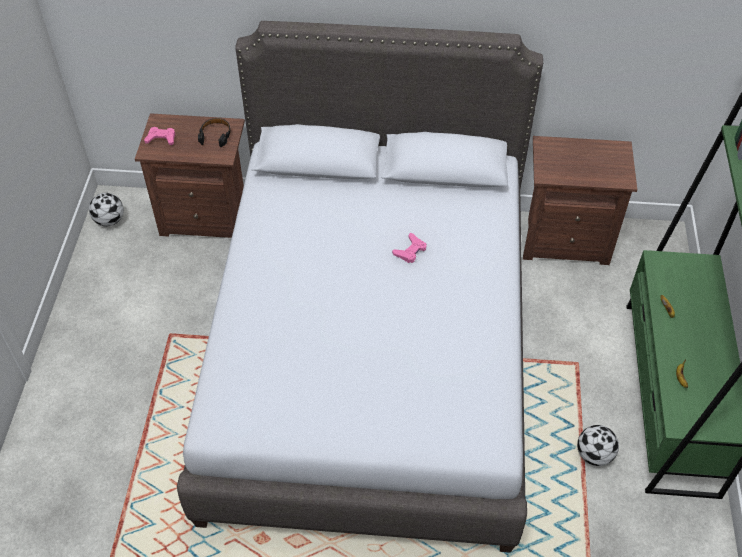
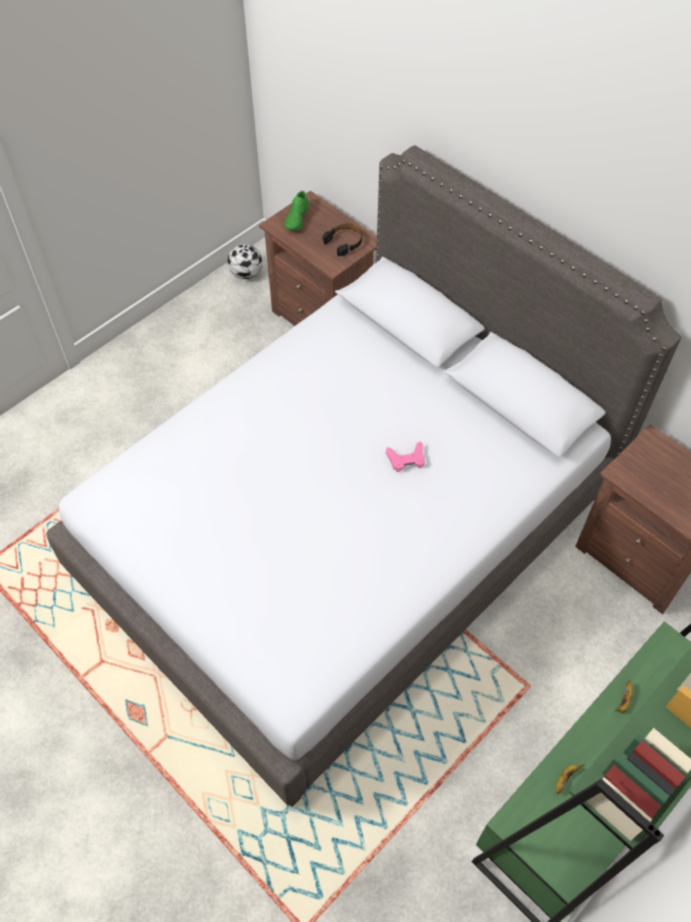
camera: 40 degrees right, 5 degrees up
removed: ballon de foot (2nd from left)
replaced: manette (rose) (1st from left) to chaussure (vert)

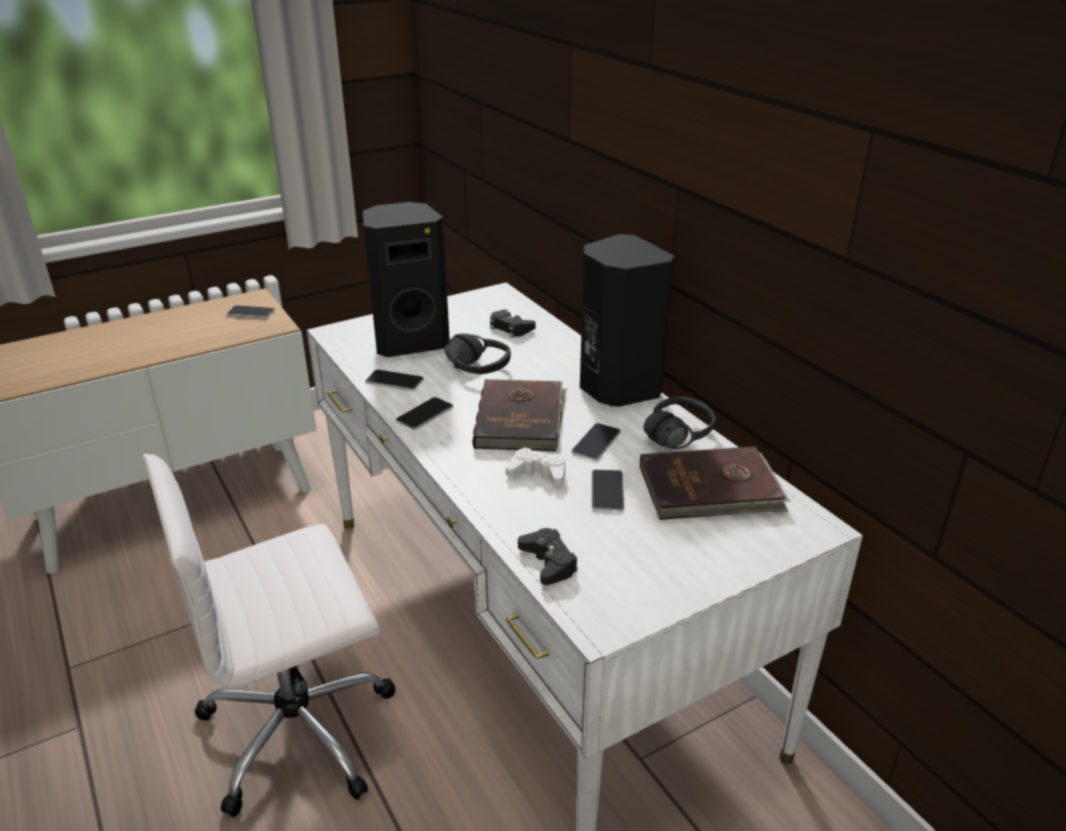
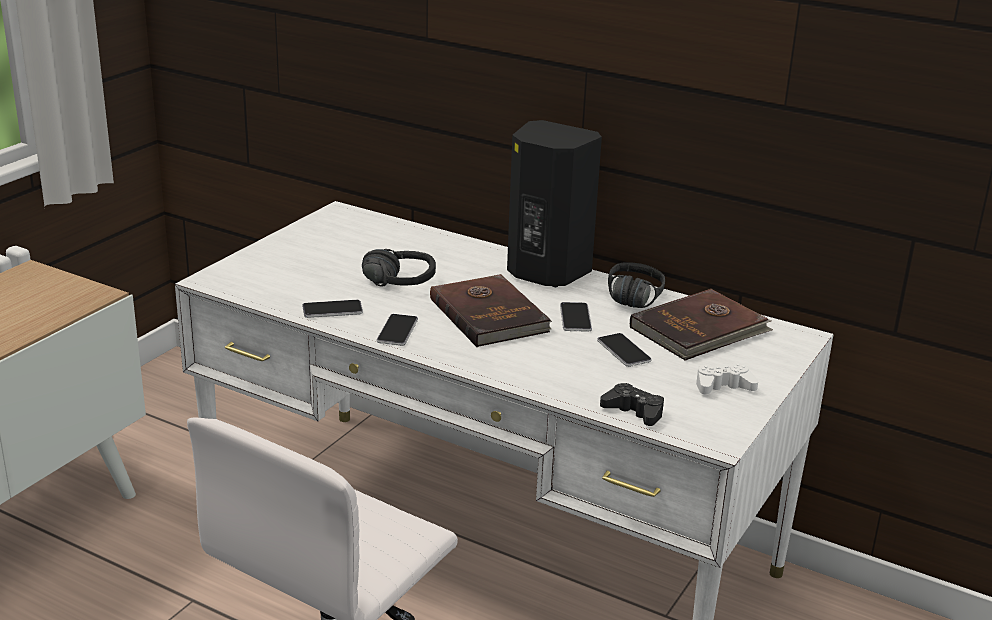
camera: 30 degrees left, 5 degrees down
removed: téléphone (1st from left); enceinte (noir) (1st from left); manette (noir) (1st from left)
moved: manette (blanc)

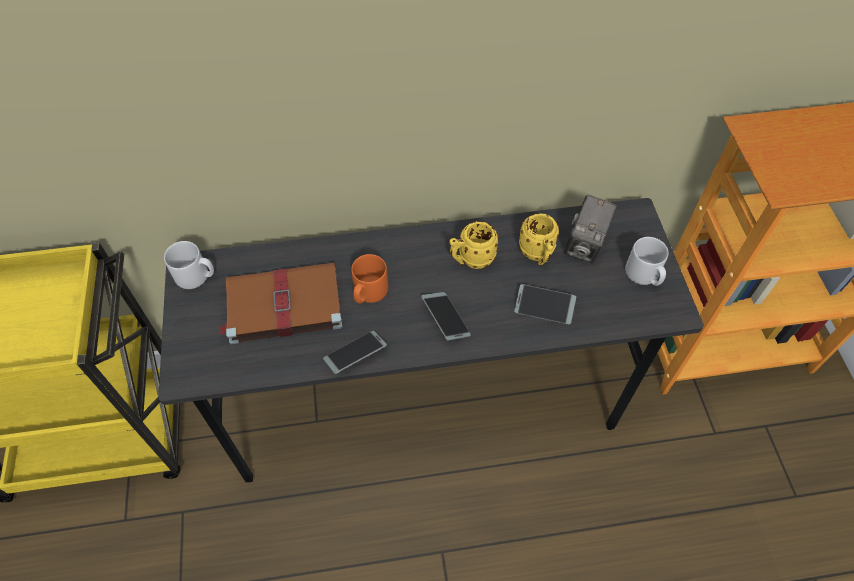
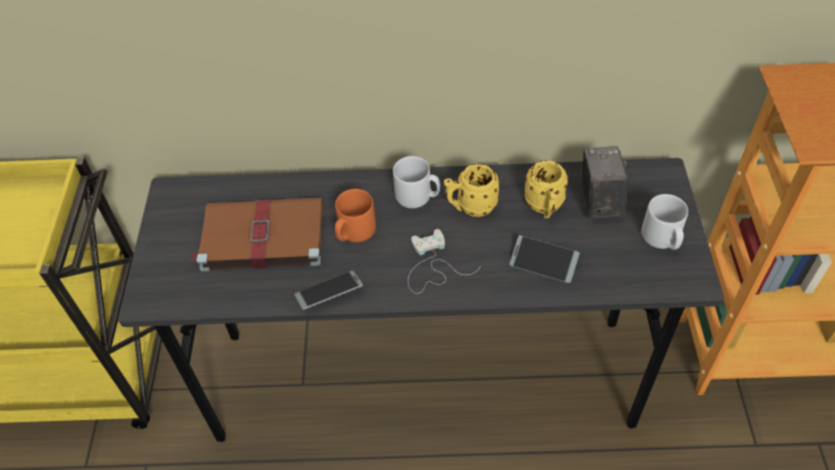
camera: 10 degrees right, 5 degrees down
moved: mug (gris) (1st from left)
replaced: téléphone (2nd from left) to manette (blanc)
turned: appareil photo 150 degrees clockwise

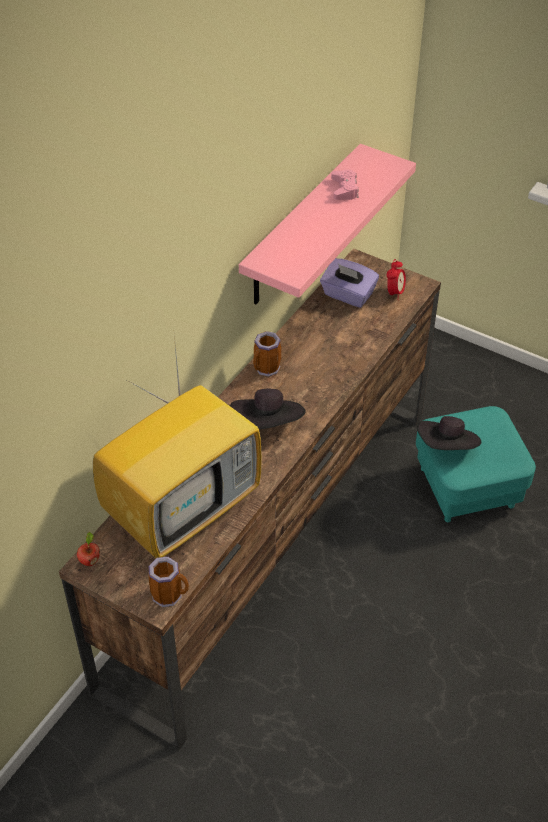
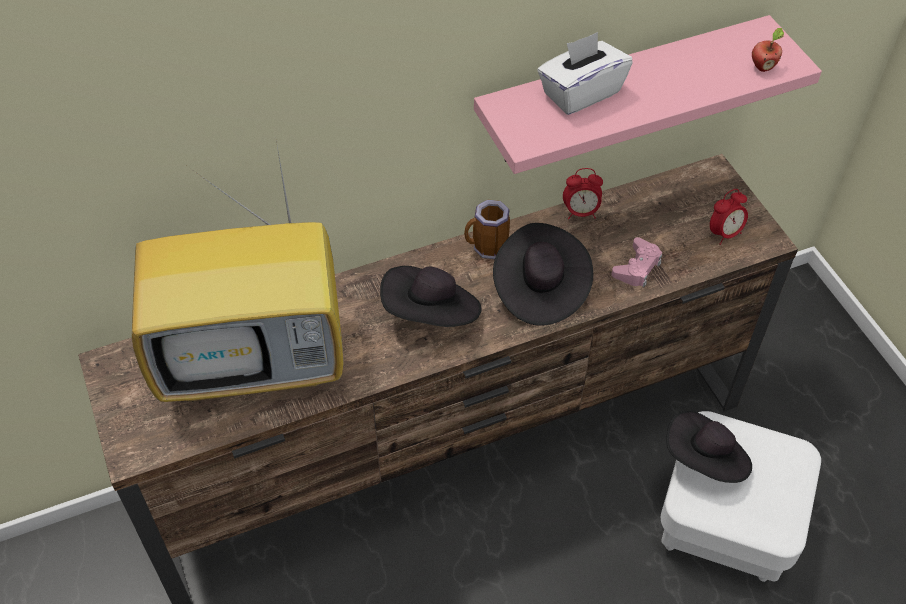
camera: 35 degrees right, 5 degrees up
removed: mug (1st from left); boîte à mouchoirs (violet)
added: chapeau (noir) (2nd from left); boîte à mouchoirs (blanc); réveil (1st from left)
moved: manette (rose); pomme
recoloured: pouf (turquoise) to pouf (blanc)

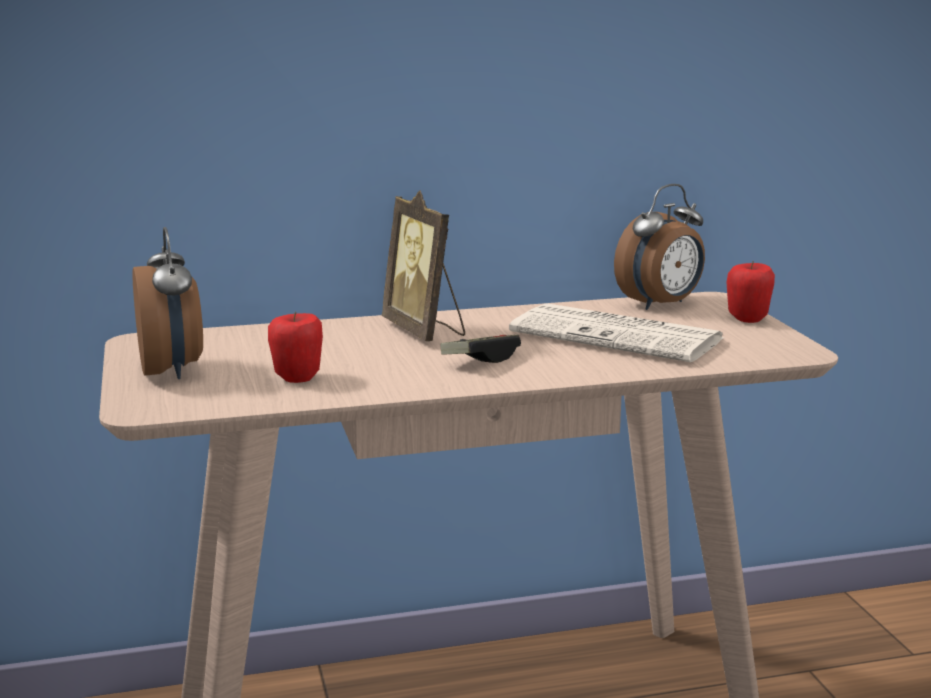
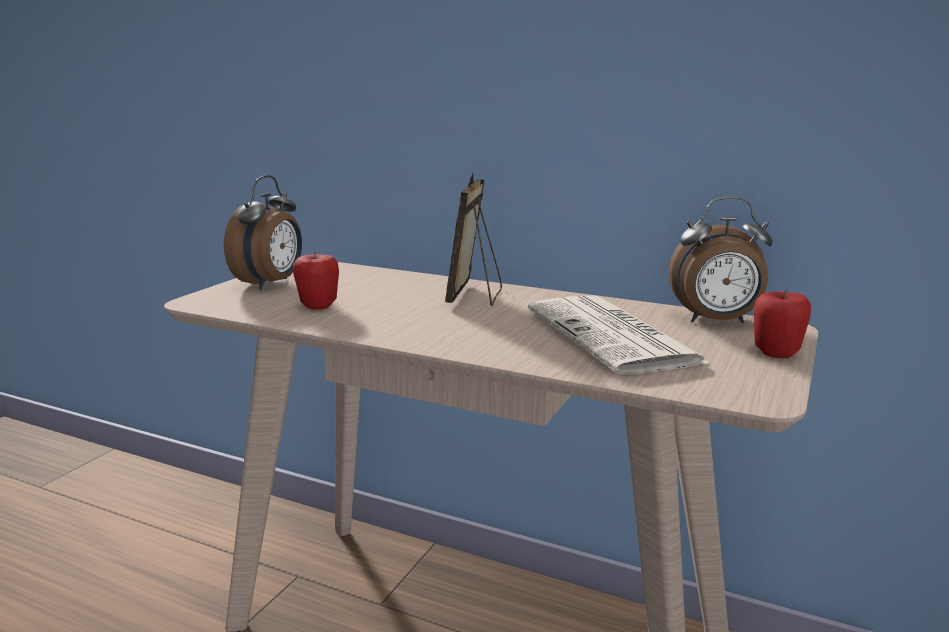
camera: 40 degrees right, 0 degrees up
removed: manette

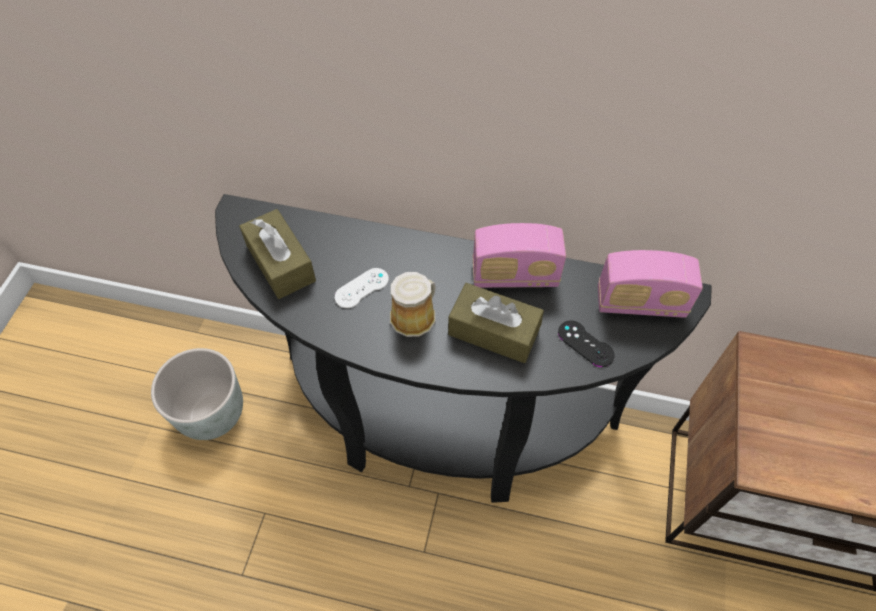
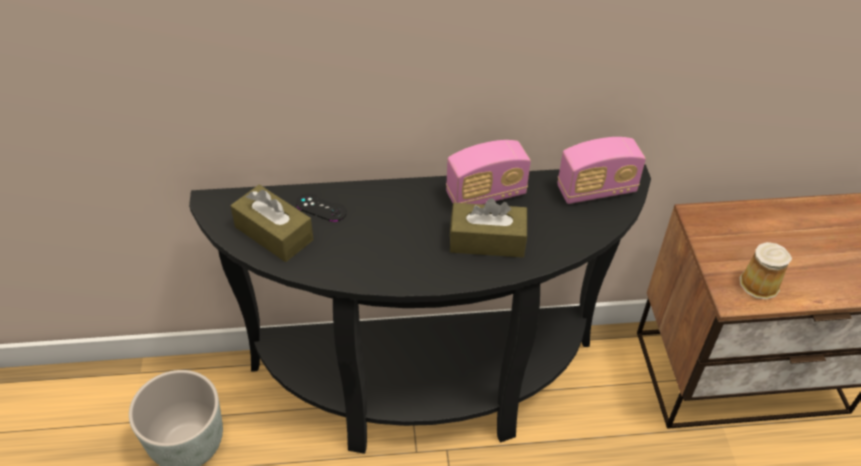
camera: 20 degrees left, 10 degrees down
removed: manette (blanc)
moved: manette (noir); mug

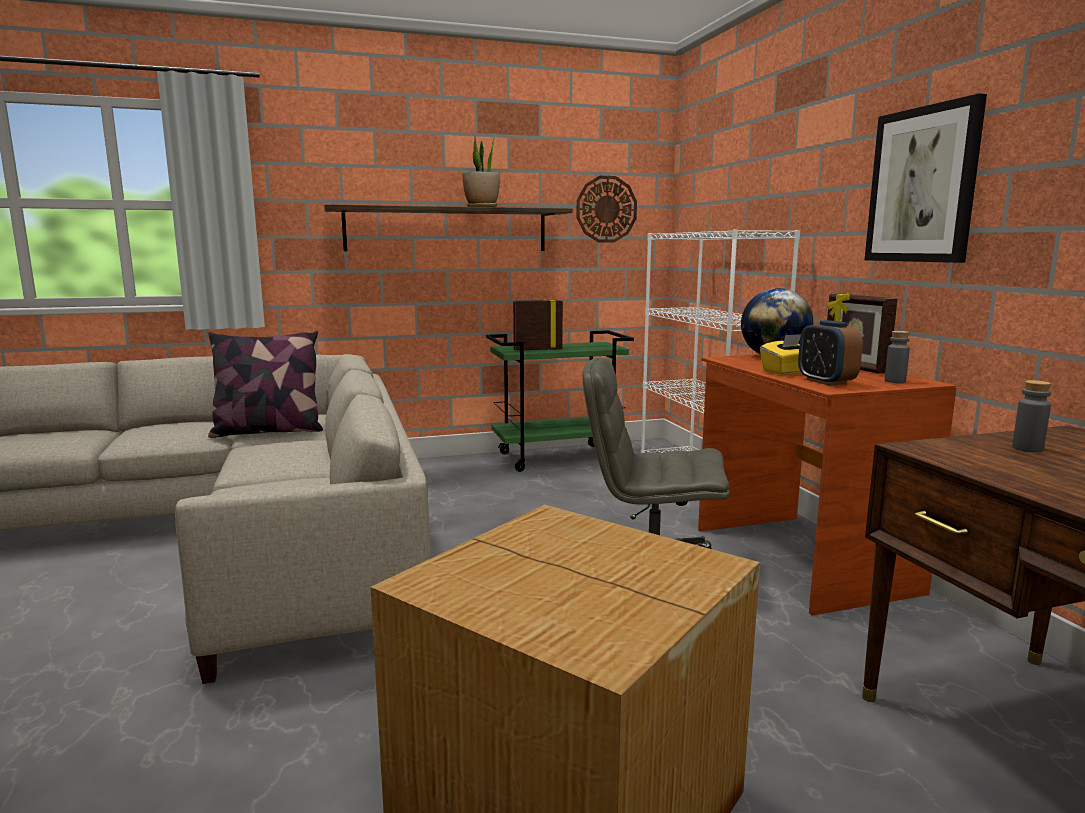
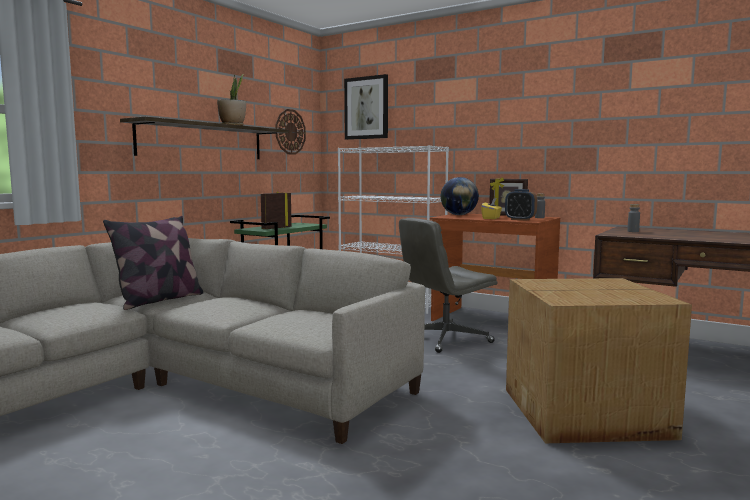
camera: 40 degrees left, 5 degrees down
moved: tableau

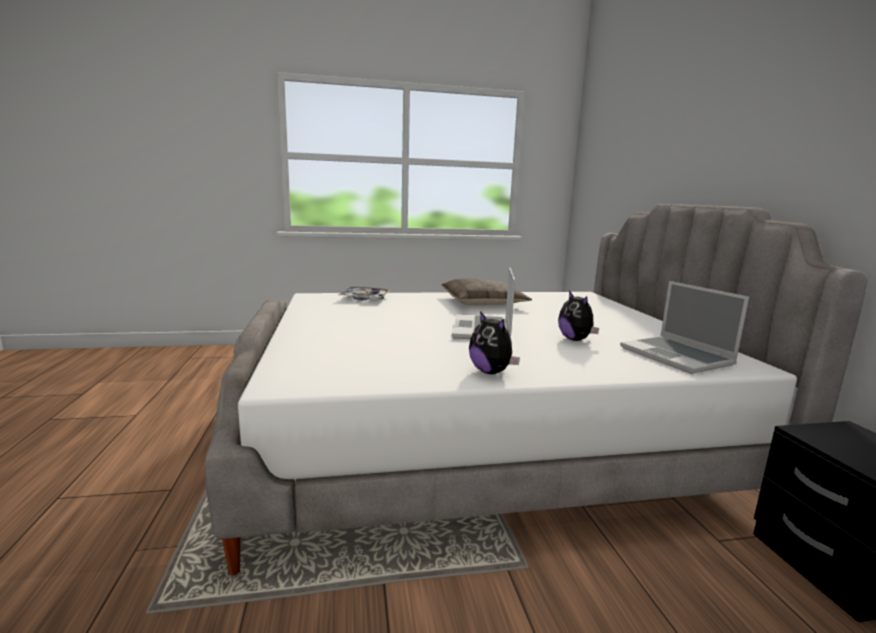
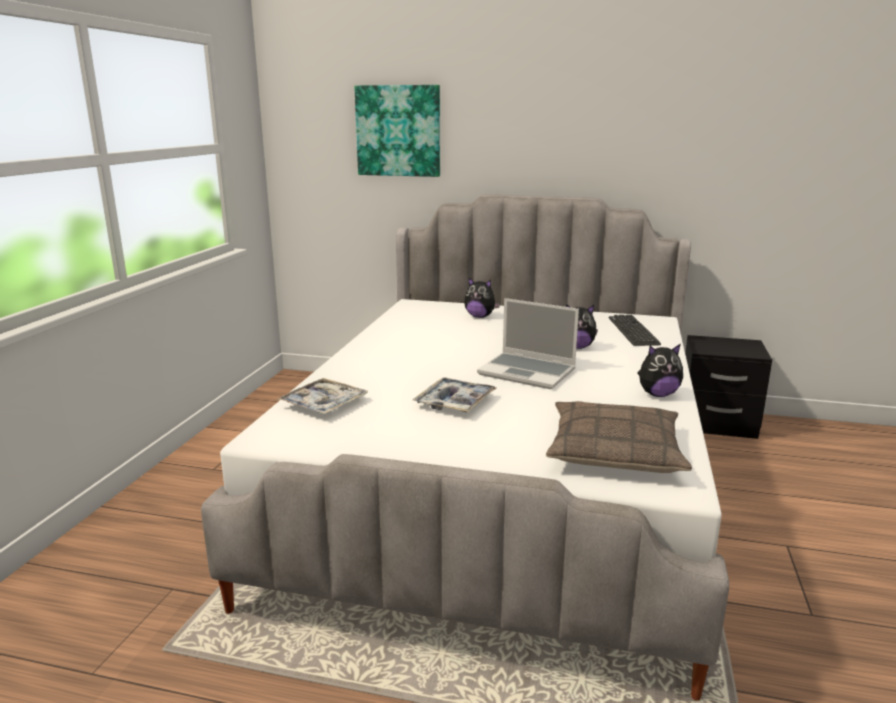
camera: 65 degrees left, 5 degrees up
added: tableau; plateau (2nd from left); peluche (1st from left)
moved: coussin
replaced: ordinateur portable (2nd from left) to clavier

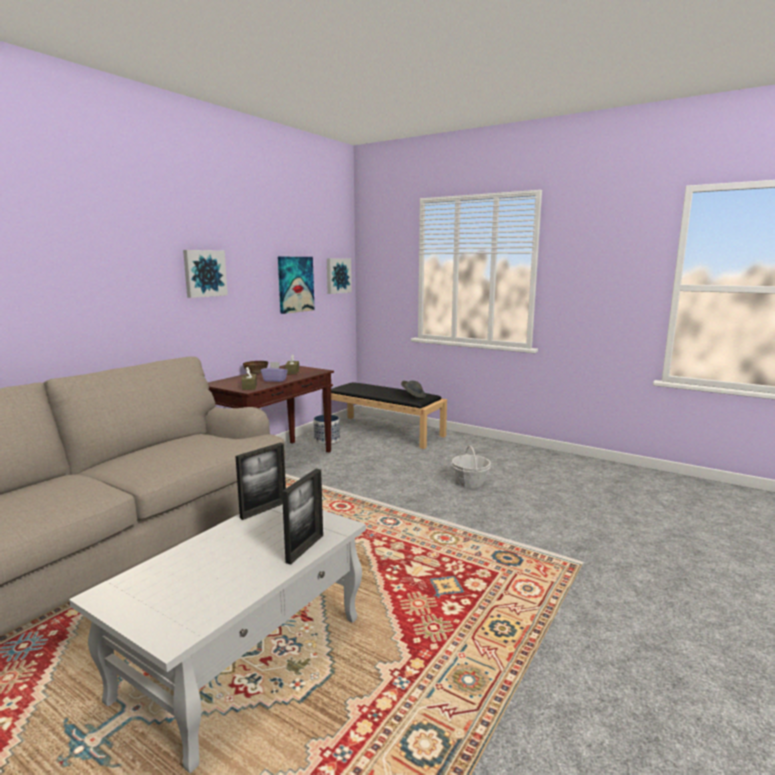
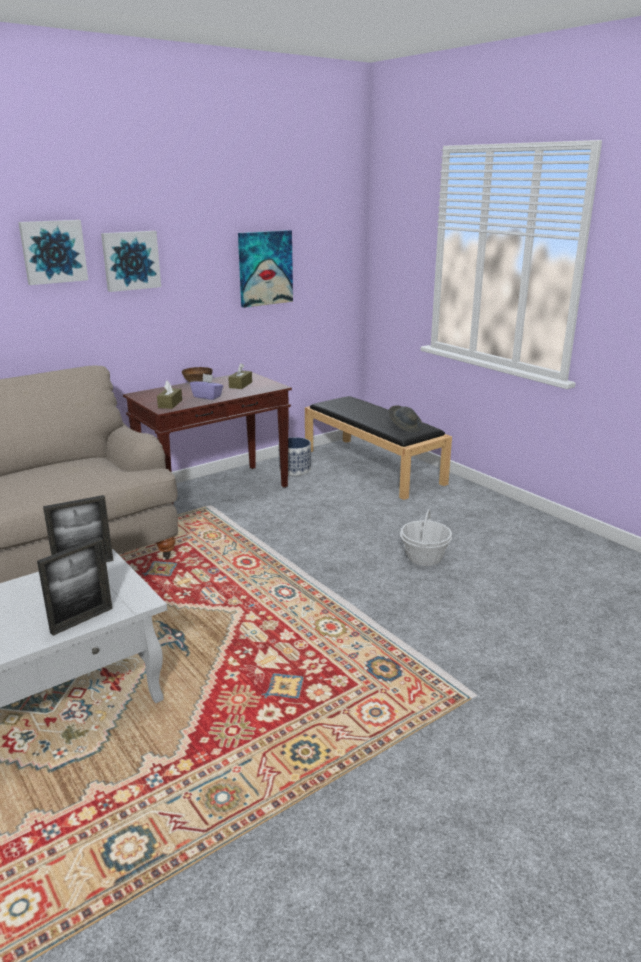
camera: 20 degrees right, 10 degrees up
moved: tableau (3rd from left in the first image) to tableau (1st from left)

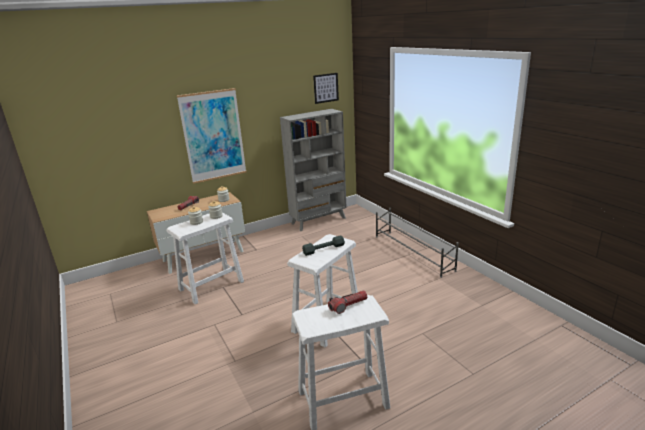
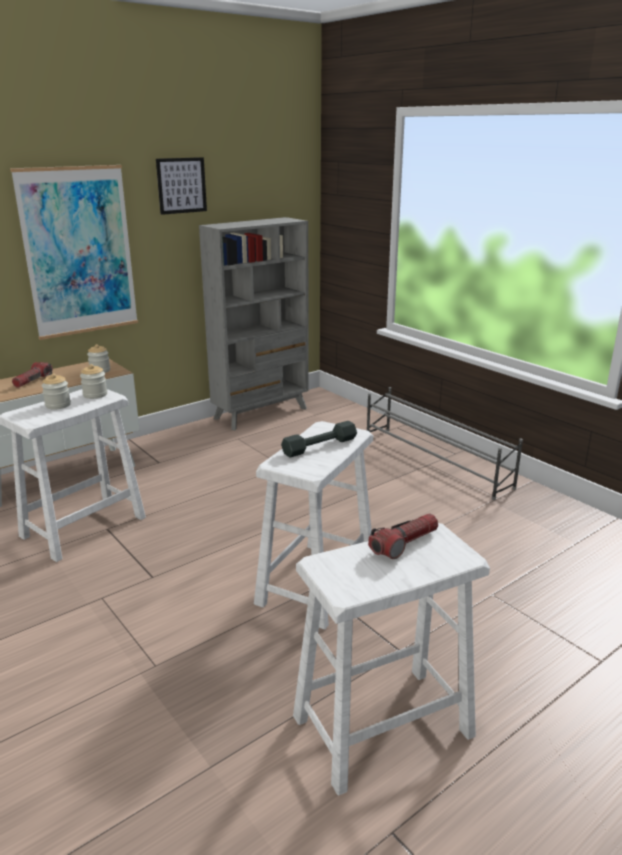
camera: 10 degrees left, 0 degrees up
moved: tableau (2nd from left)

